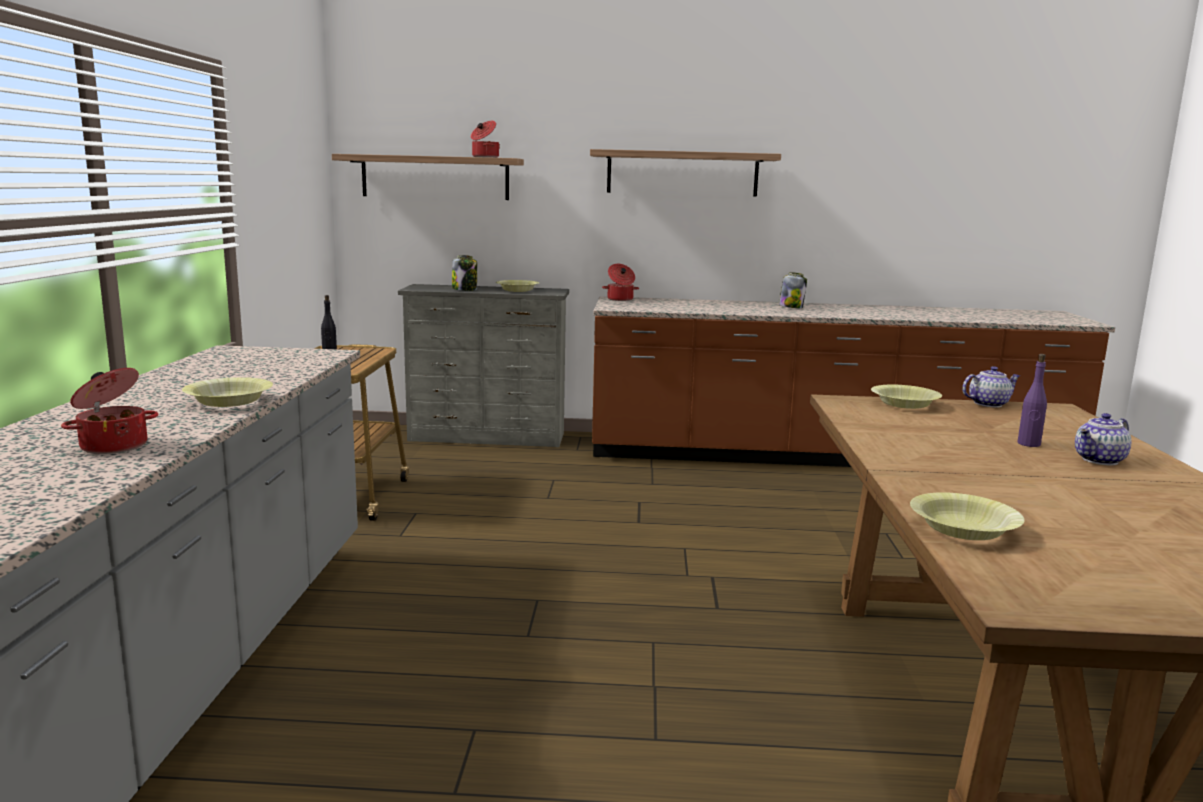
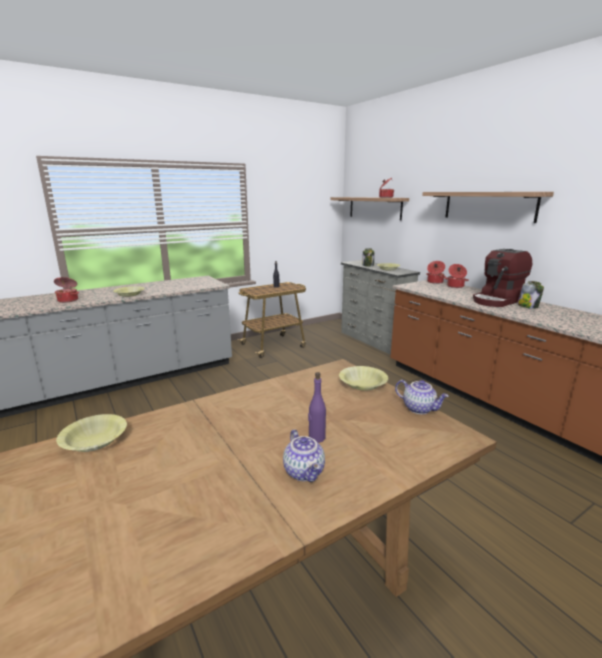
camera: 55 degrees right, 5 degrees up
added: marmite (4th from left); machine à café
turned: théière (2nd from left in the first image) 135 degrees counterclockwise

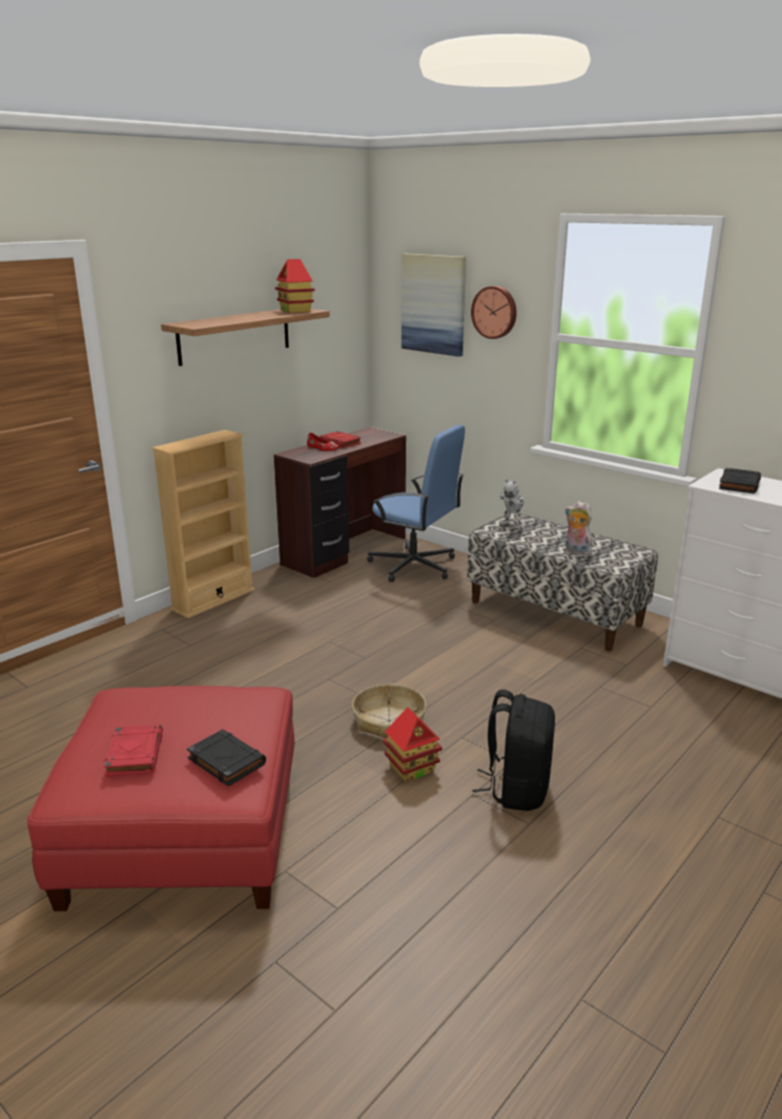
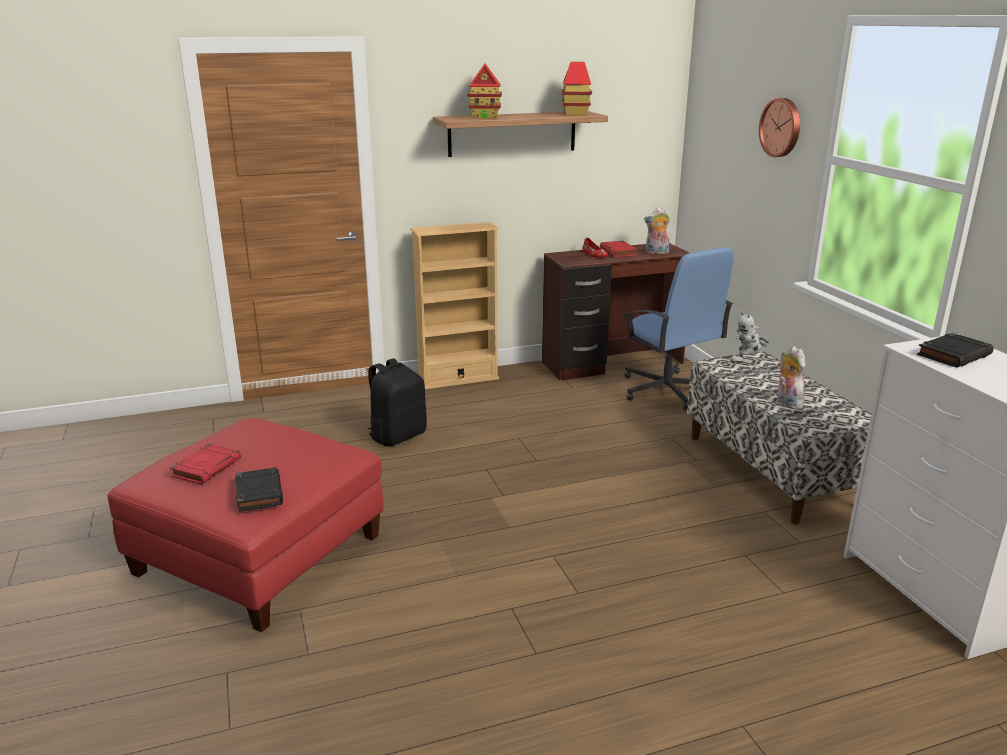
camera: 30 degrees right, 0 degrees up
removed: panier; tableau
added: peluche (1st from left)
moved: sac à dos (noir); maison miniature (2nd from left in the first image) to maison miniature (1st from left)

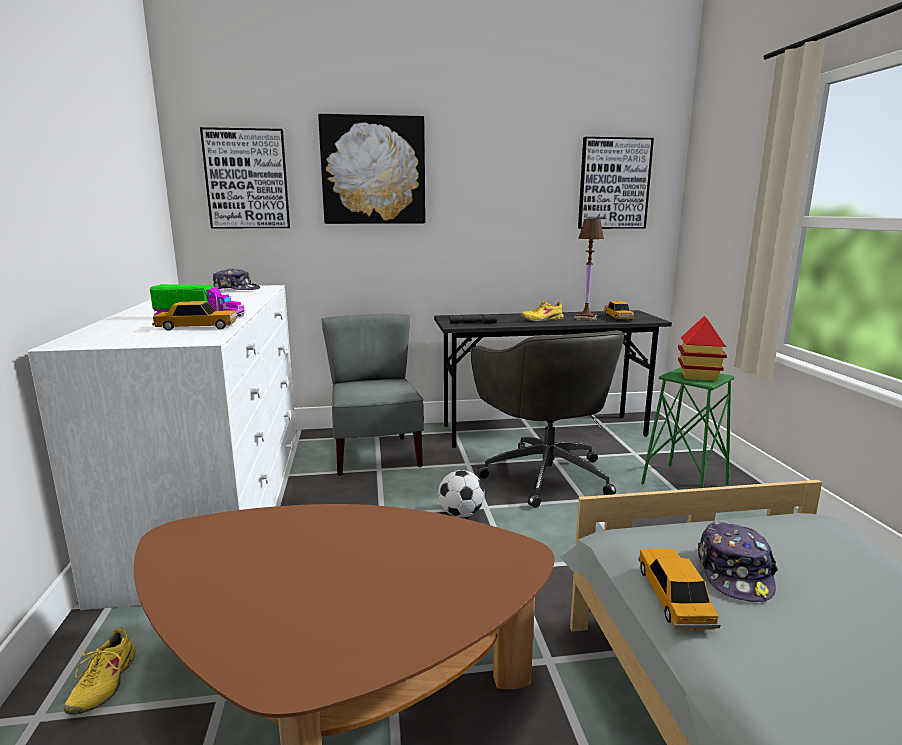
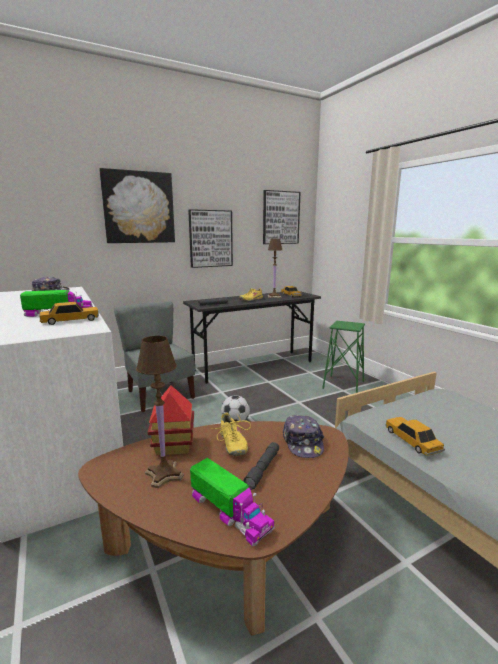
camera: 20 degrees left, 0 degrees up
removed: chaise de bureau (gris)
added: lampe de table (marron) (1st from left); camion jouet (2nd from left); lampe de poche (gris) (2nd from left)
moved: maison miniature; tableau (1st from left in the first image) to tableau (2nd from left); chaussure (jaune) (1st from left); casquette (2nd from left)

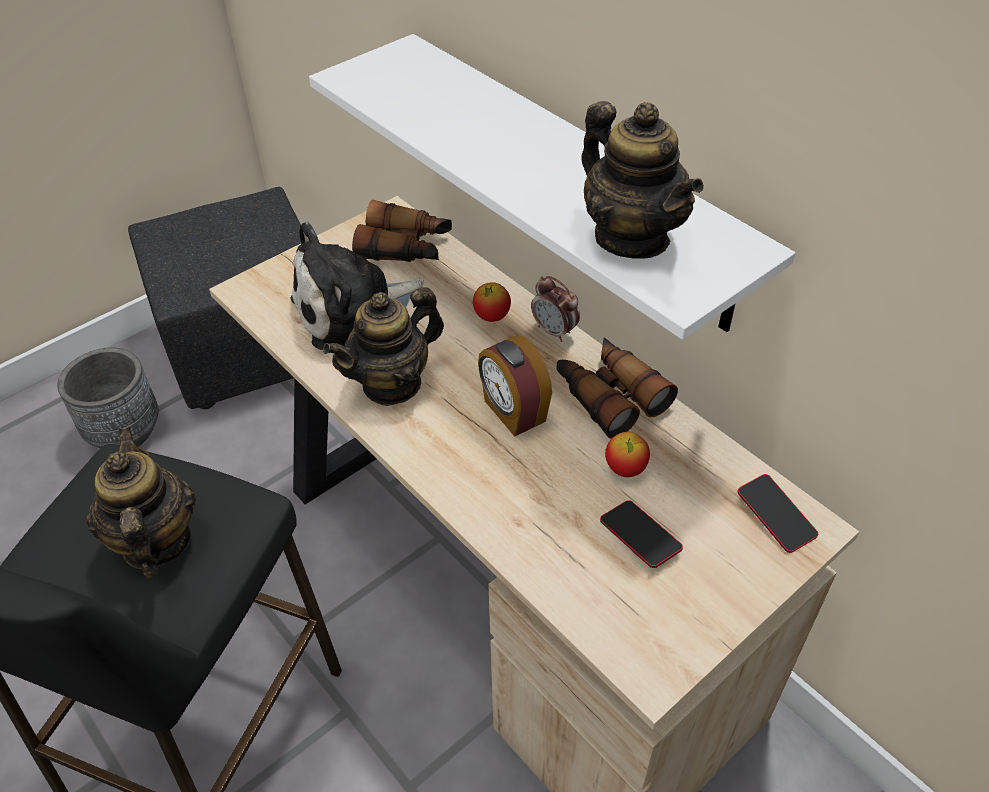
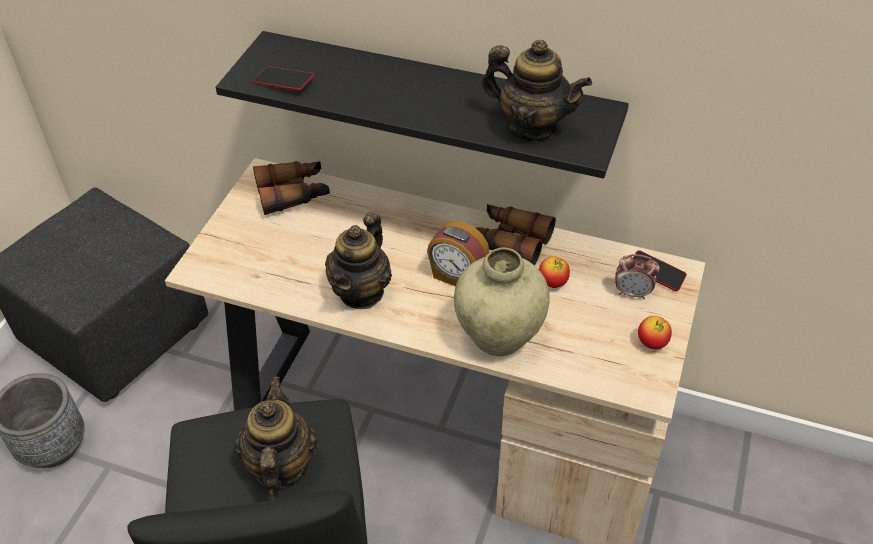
camera: 30 degrees left, 0 degrees up
removed: peluche
added: vase (beige)
moved: téléphone (1st from left); réveil (2nd from left); pomme (1st from left in the first image) to pomme (2nd from left)
recoloured: étagère (blanc) to étagère (noir)
turned: théière (1st from left) 45 degrees clockwise

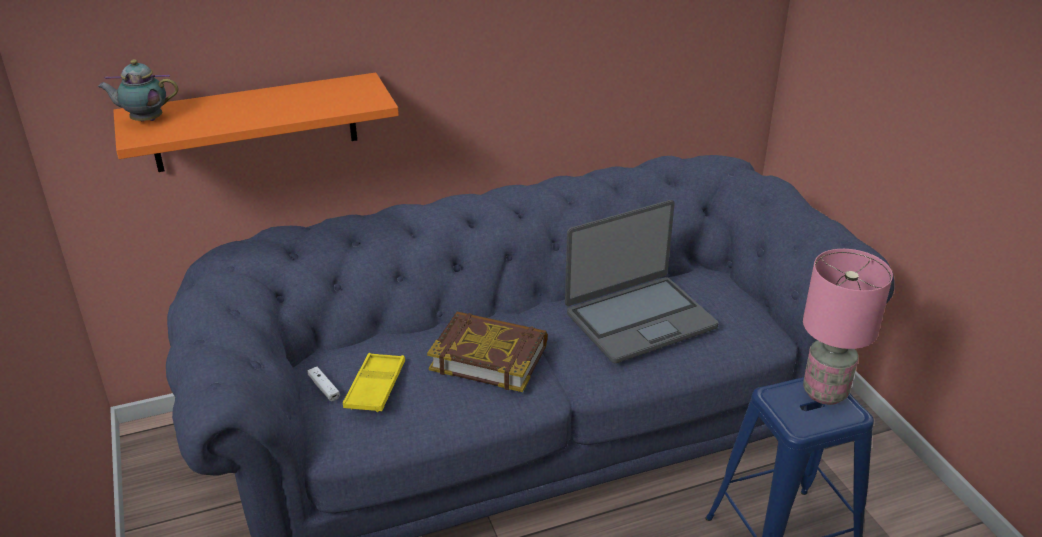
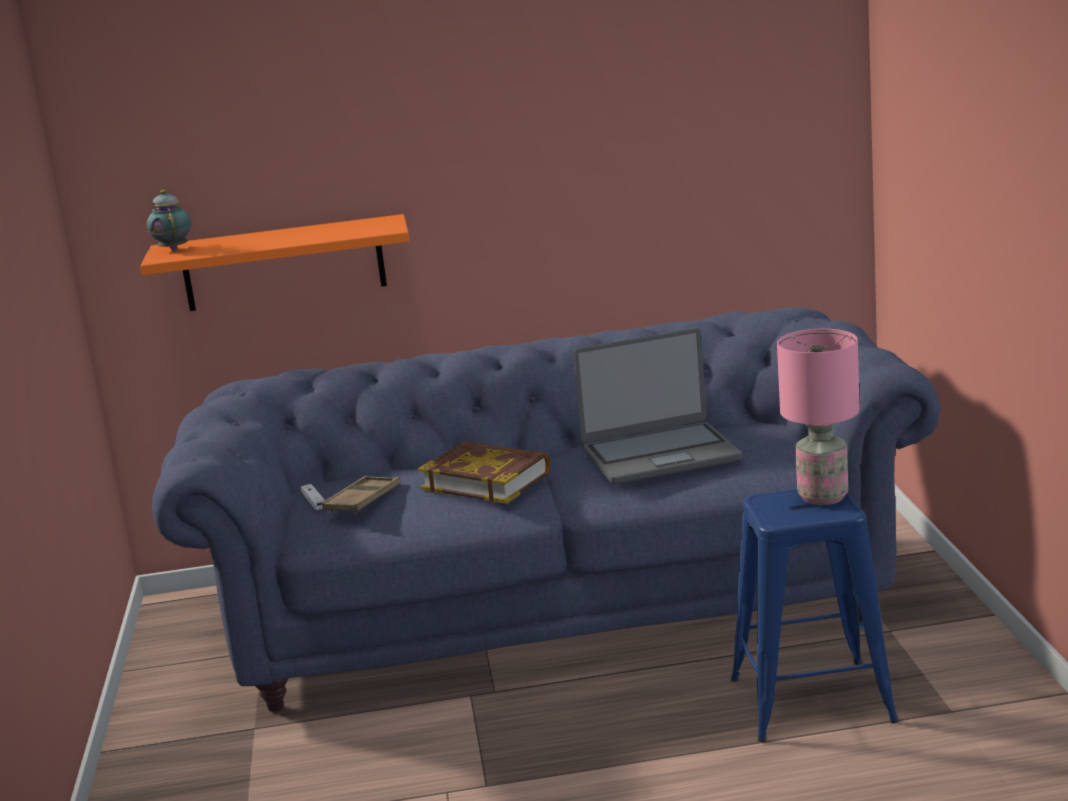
camera: 15 degrees right, 15 degrees down
recoloured: plateau (jaune) to plateau (marron)
turned: théière 60 degrees clockwise

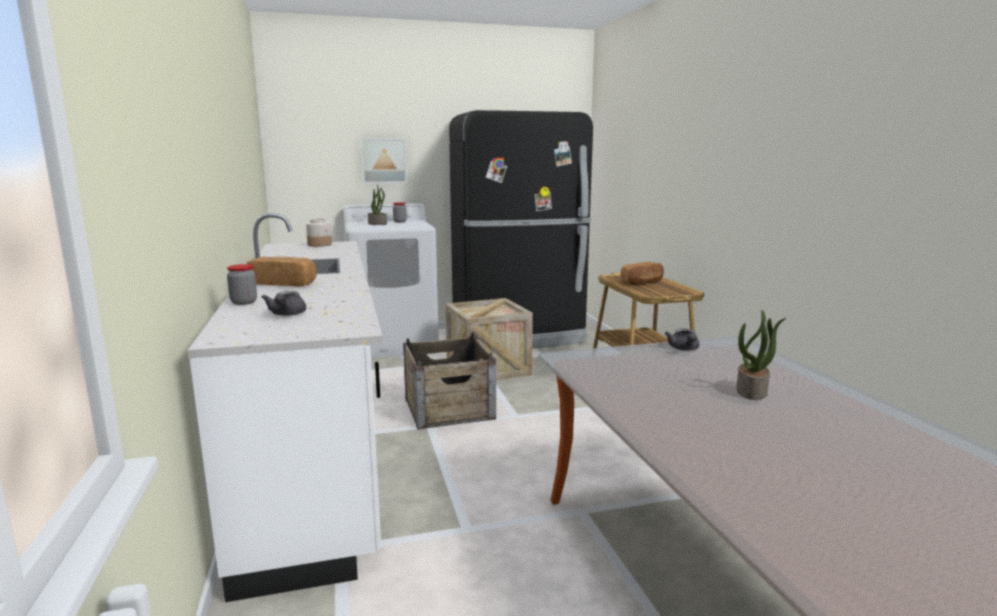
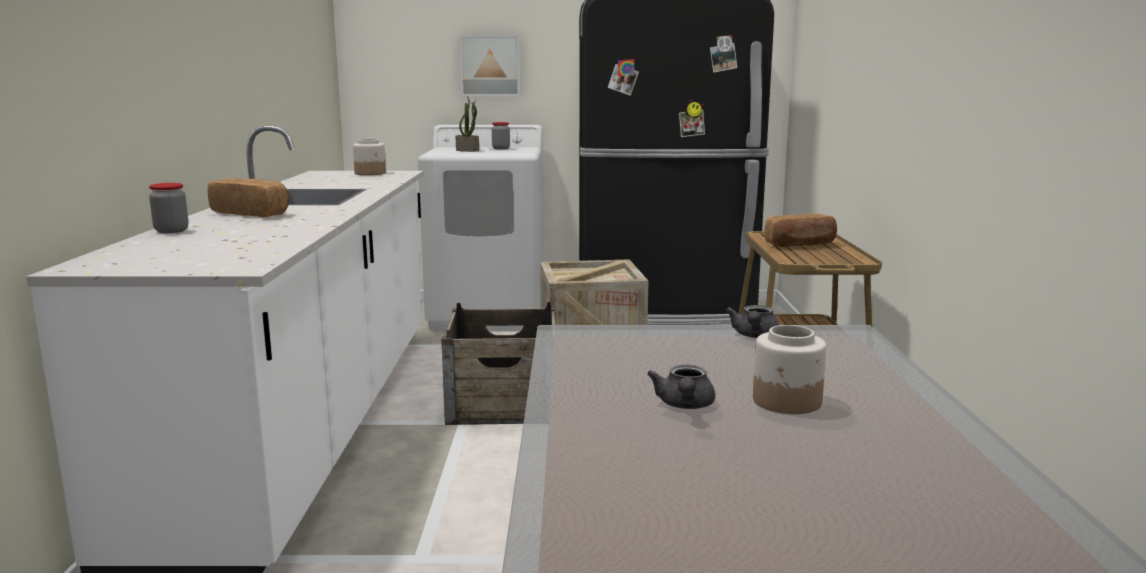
camera: 15 degrees right, 0 degrees up
moved: théière (gris) (1st from left)
replaced: plante en pot (2nd from left) to bocal (4th from left)

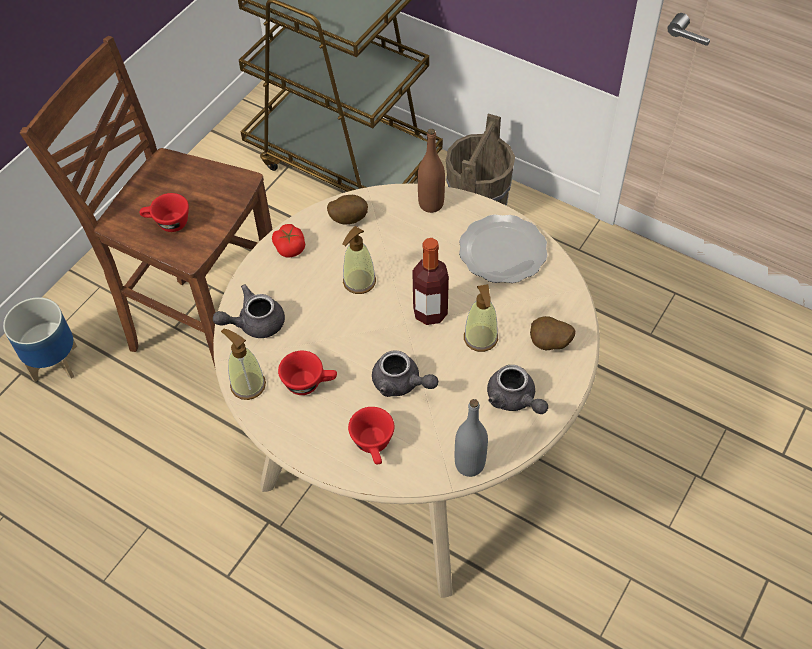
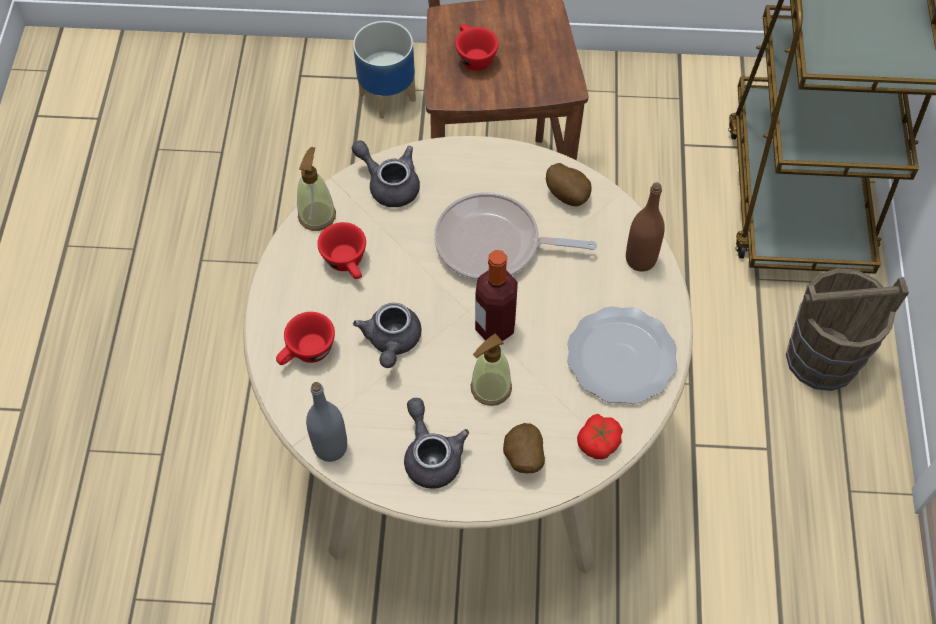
camera: 60 degrees right, 5 degrees up
moved: tomate
replaced: distributeur de savon (2nd from left) to poêle
turned: théière (gris) (3rd from left) 135 degrees clockwise

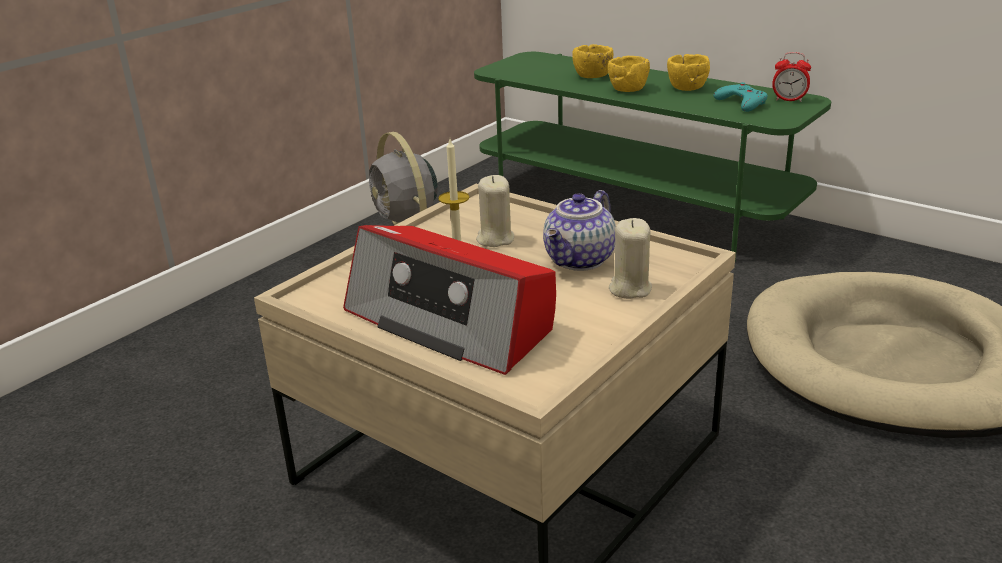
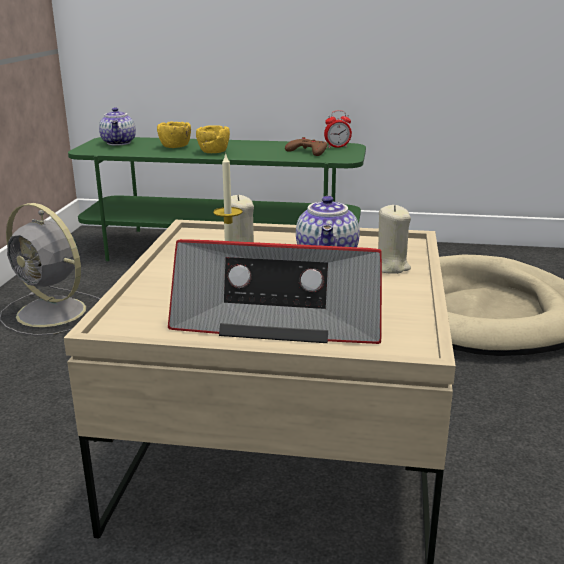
camera: 30 degrees left, 5 degrees down
removed: bol (jaune) (3rd from left)
added: théière (1st from left)
recoloured: manette (turquoise) to manette (marron)

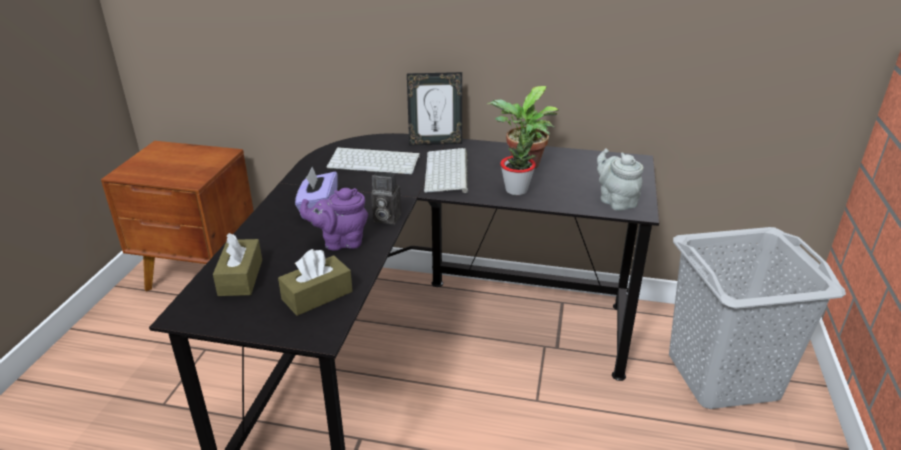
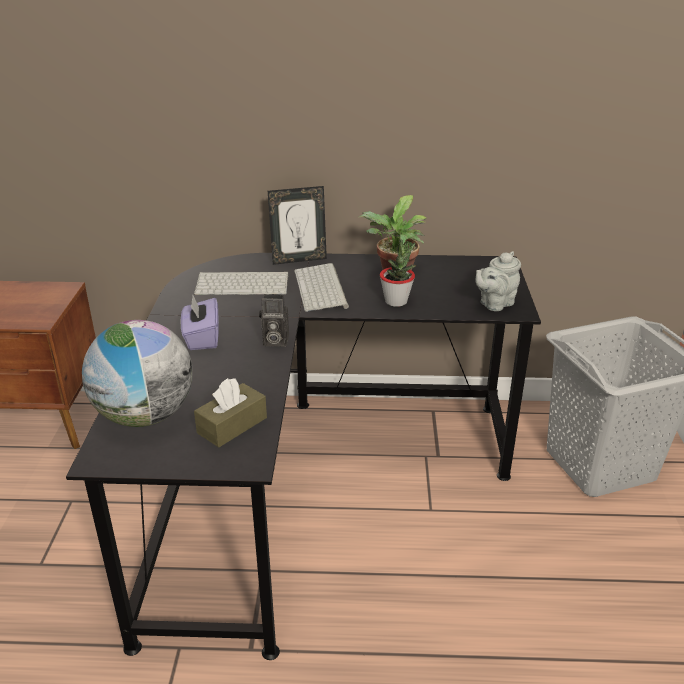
camera: 10 degrees left, 0 degrees up
removed: théière (violet)
replaced: boîte à mouchoirs (marron) (1st from left) to globe
turned: théière (gris) 90 degrees counterclockwise

